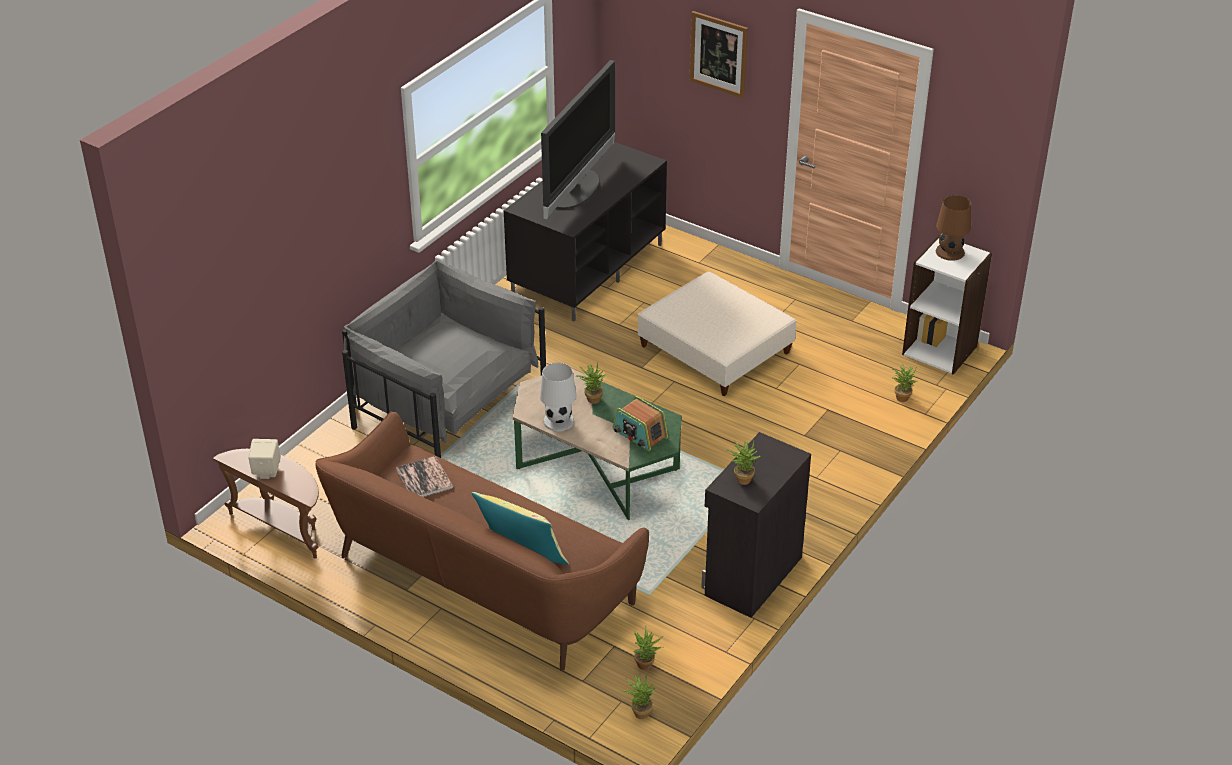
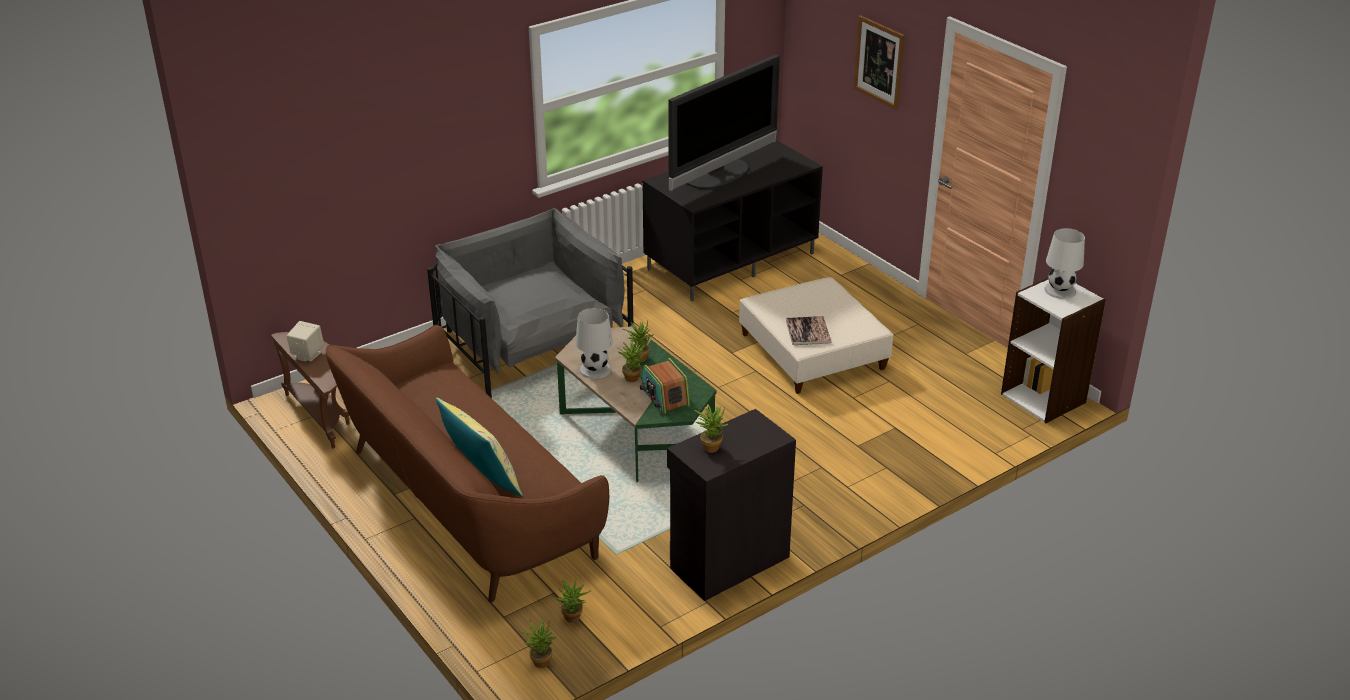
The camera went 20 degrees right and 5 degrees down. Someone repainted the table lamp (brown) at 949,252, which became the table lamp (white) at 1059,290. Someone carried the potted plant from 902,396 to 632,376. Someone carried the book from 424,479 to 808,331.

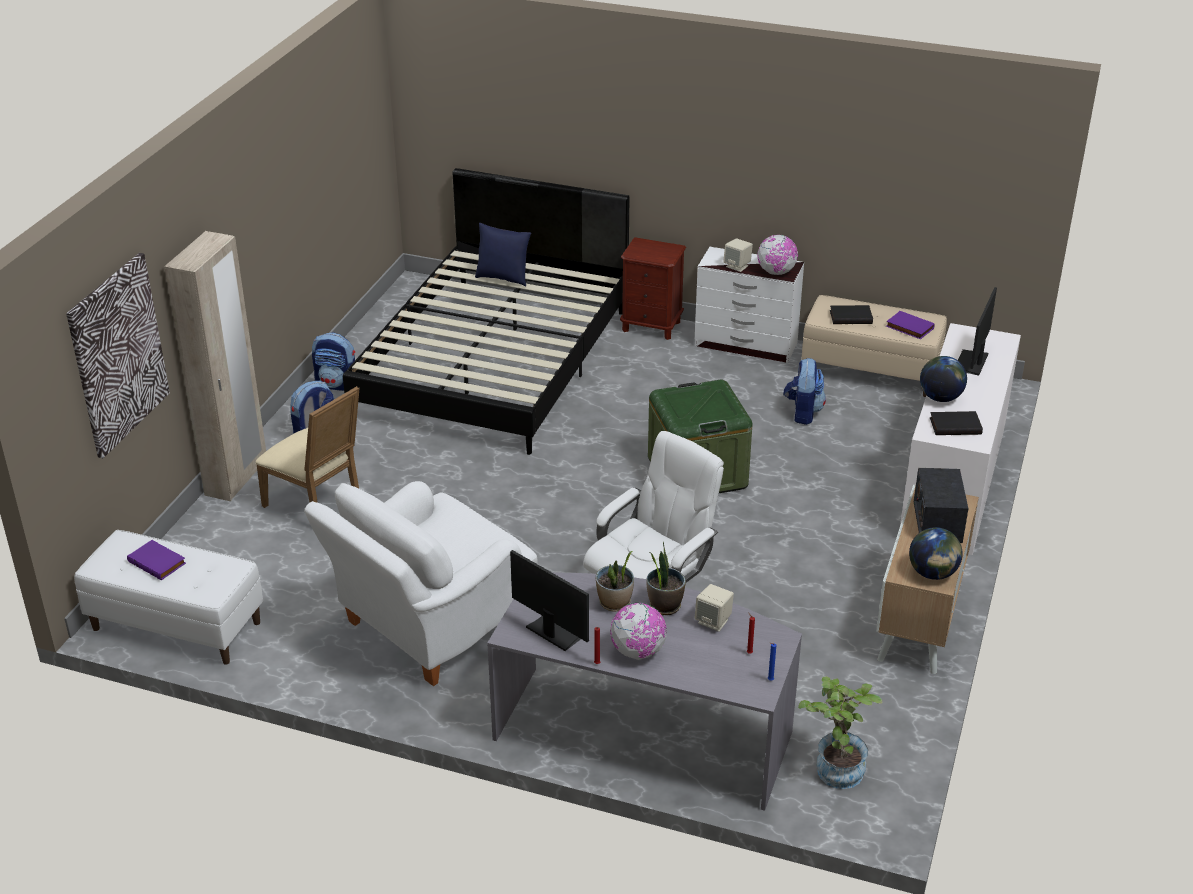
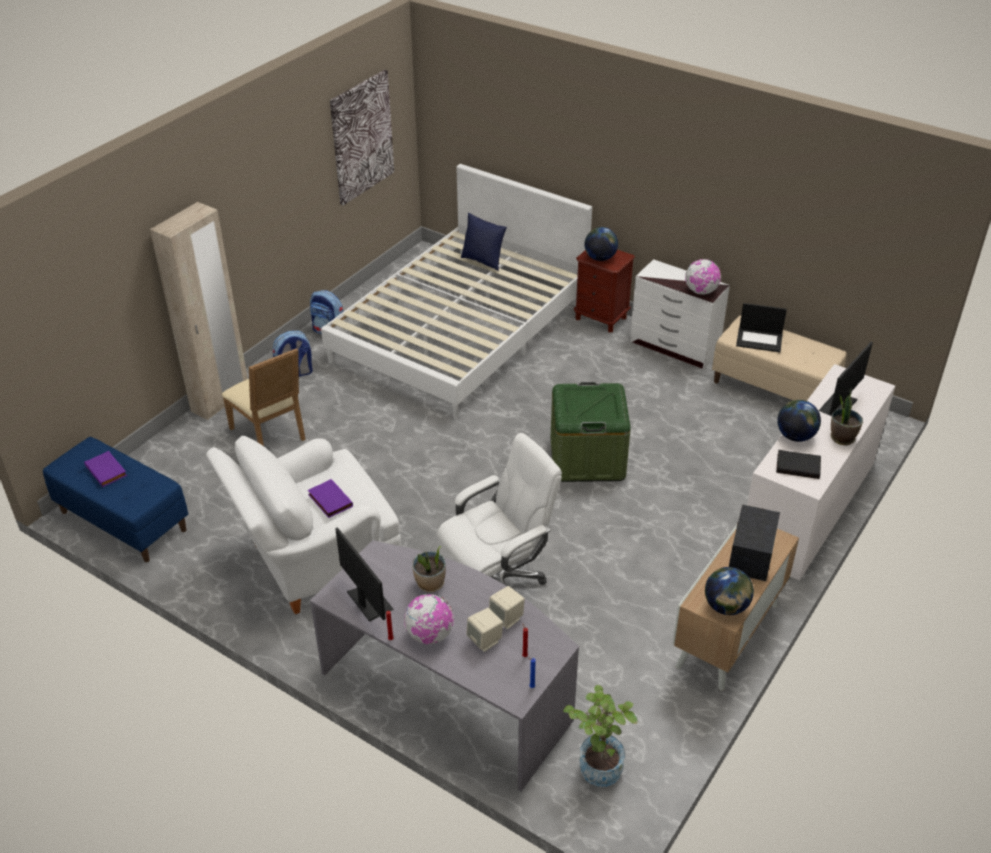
The camera went 15 degrees right and 5 degrees up. Someone repainted the bed (black) at 495,362, which became the bed (white) at 461,331. Someone carried the speaker (beige) from 737,266 to 485,640. Someone carried the picture from 118,355 to 362,137. Someone swapped the book (black) at 851,316 for the laptop at 759,340. Someone carried the book (purple) from 909,328 to 329,501. Someone took away the backpack at 802,412. Someone repainted the bench (white) at 175,626, which became the bench (blue) at 122,521. Someone carried the potted plant from 664,605 to 842,438. Someone put down the globe at 600,258.

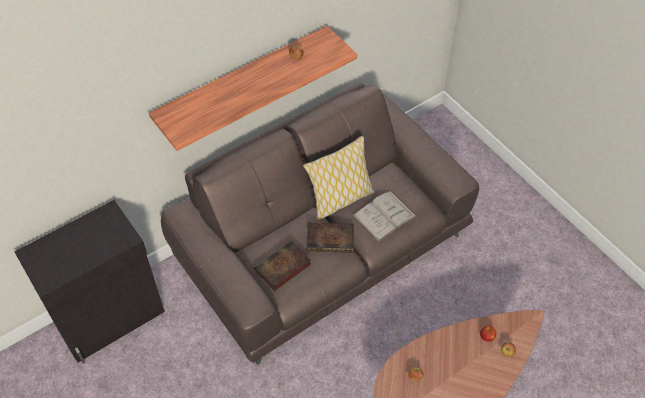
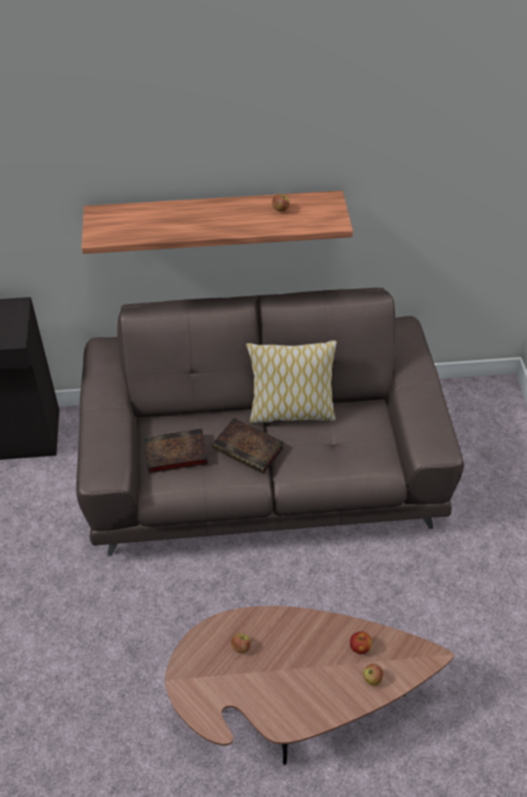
The camera went 30 degrees right and 5 degrees down. Someone took away the book (white) at 384,216.

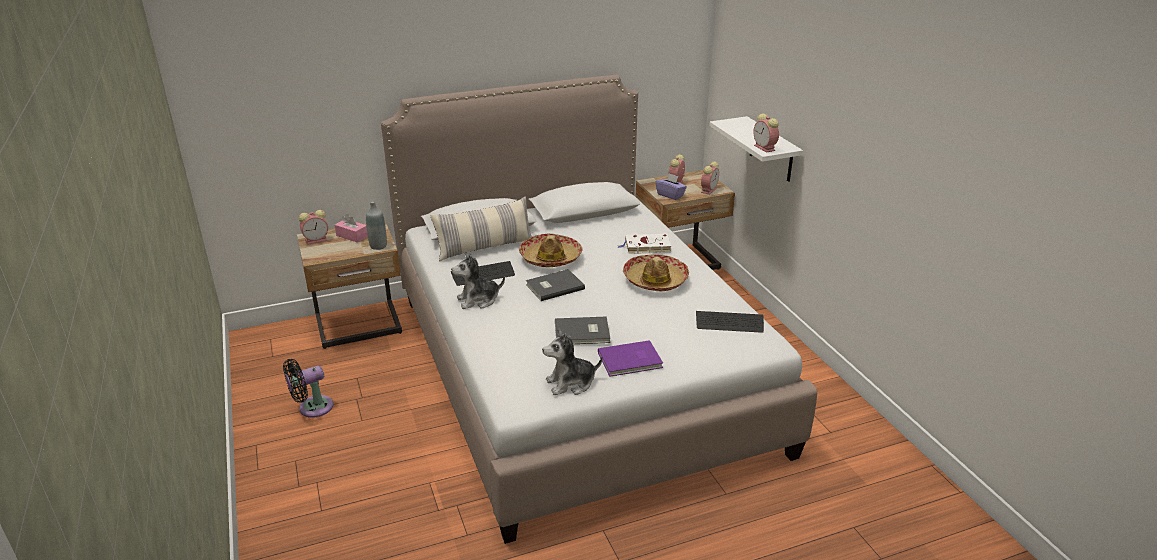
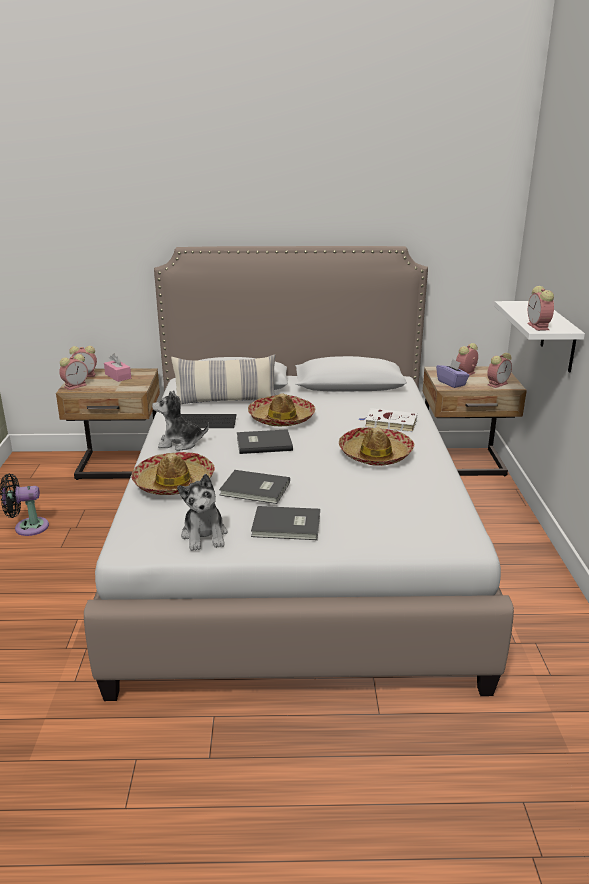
The camera went 20 degrees right and 5 degrees down. Someone took away the bottle (grey) at 378,246. Someone took away the keyboard at 729,323. Someone rotated the plush toy at 571,383 by 105 degrees counterclockwise. Someone repainted the book (purple) at 631,361, which became the book (grey) at 287,526. Someone put down the alarm clock at 76,386. Someone put down the hat at 174,483.

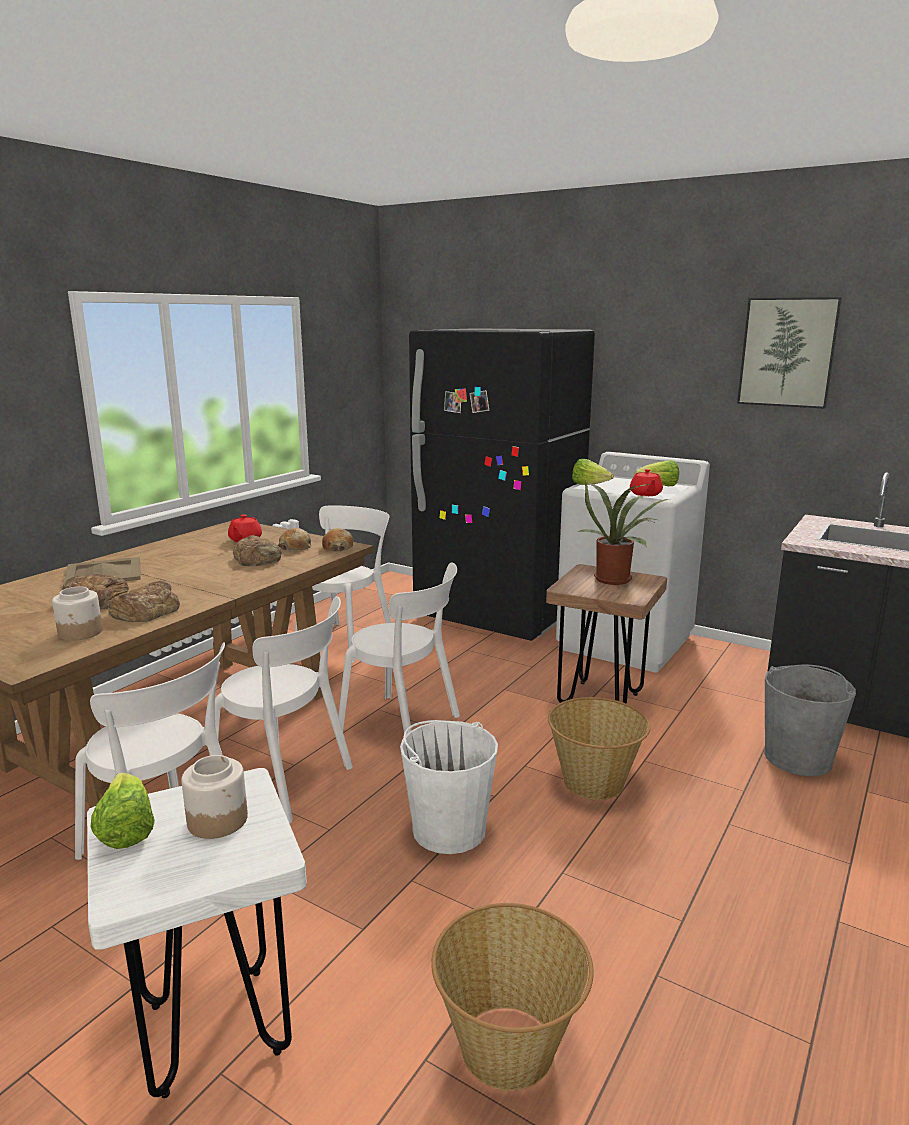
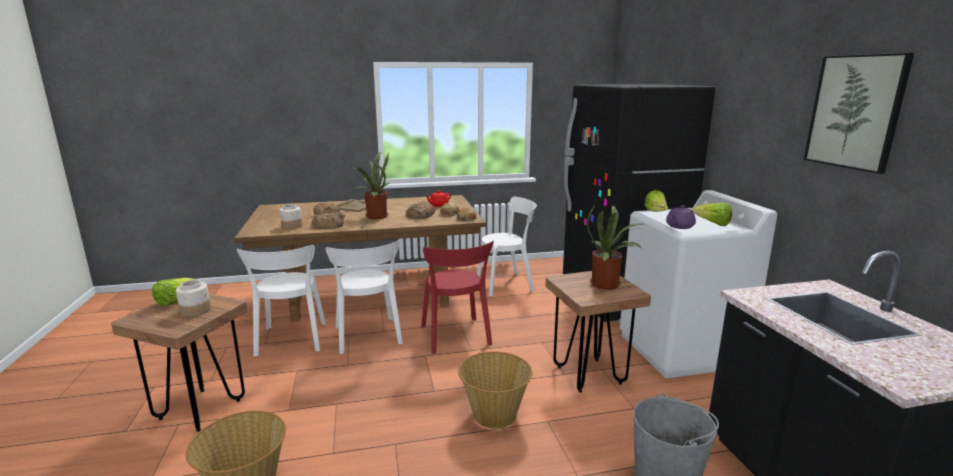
The camera went 45 degrees right and 0 degrees up. Someone repainted the teapot (red) at 645,494, which became the teapot (purple) at 679,226. Someone repainted the chair (white) at 404,726, which became the chair (red) at 456,337. Someone took away the bucket (white) at 448,829. Someone repainted the stool (white) at 214,1028, which became the stool (brown) at 200,409. Someone put down the potted plant at 374,216.

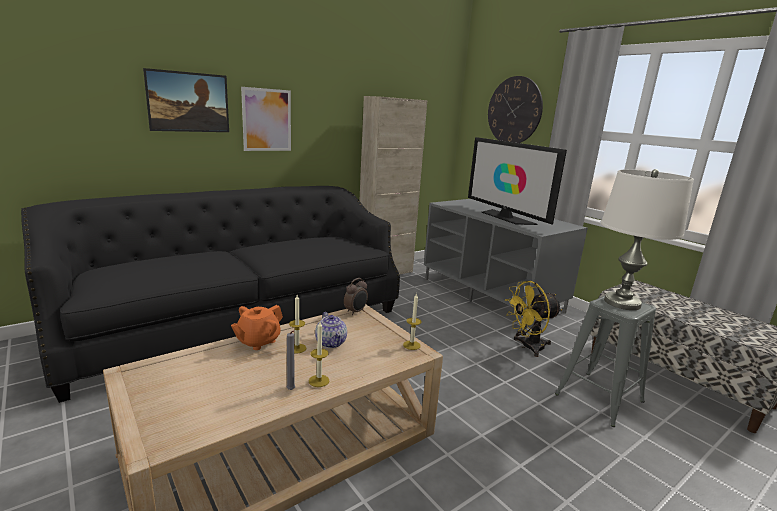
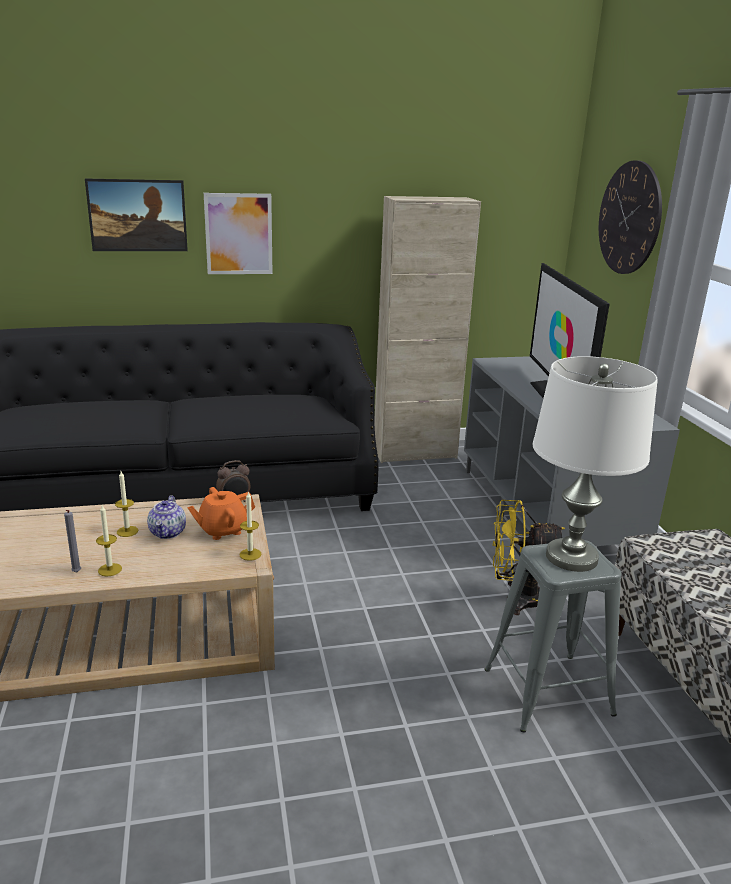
The camera went 25 degrees right and 5 degrees up. Someone carried the teapot (orange) from 258,341 to 222,530.

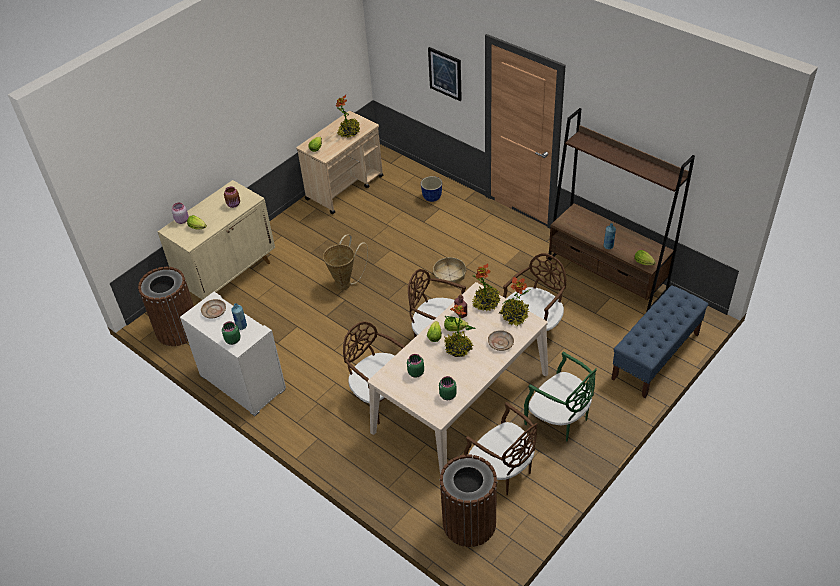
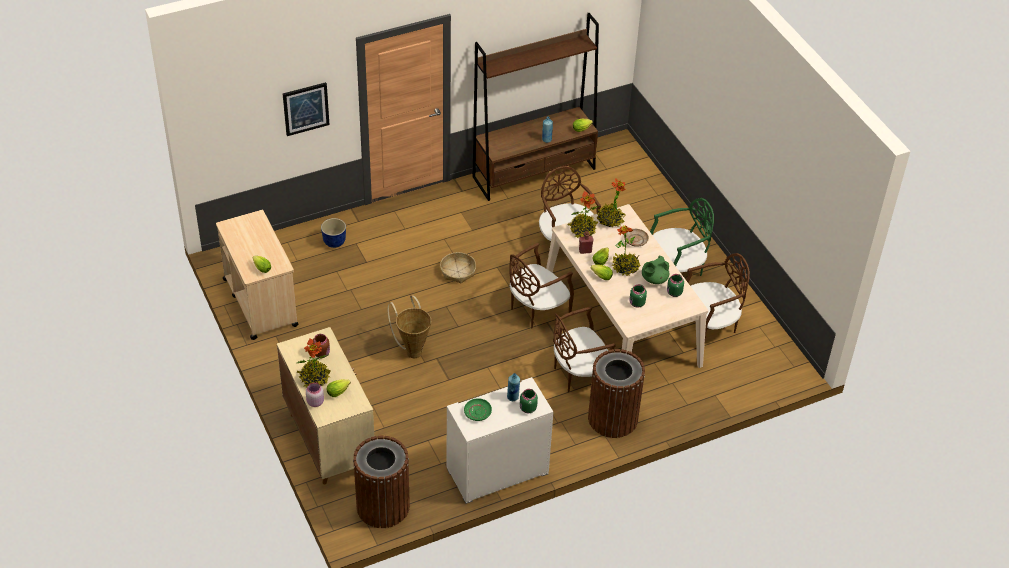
The camera went 70 degrees left and 0 degrees up. Someone carried the potted plant from 349,132 to 314,379. Someone took away the bench (blue) at 655,356. Someone repainted the plate (beige) at 214,311, which became the plate (green) at 478,412. Someone carried the trash can (brown) from 469,523 to 613,418. Someone put down the teapot (green) at 654,279.

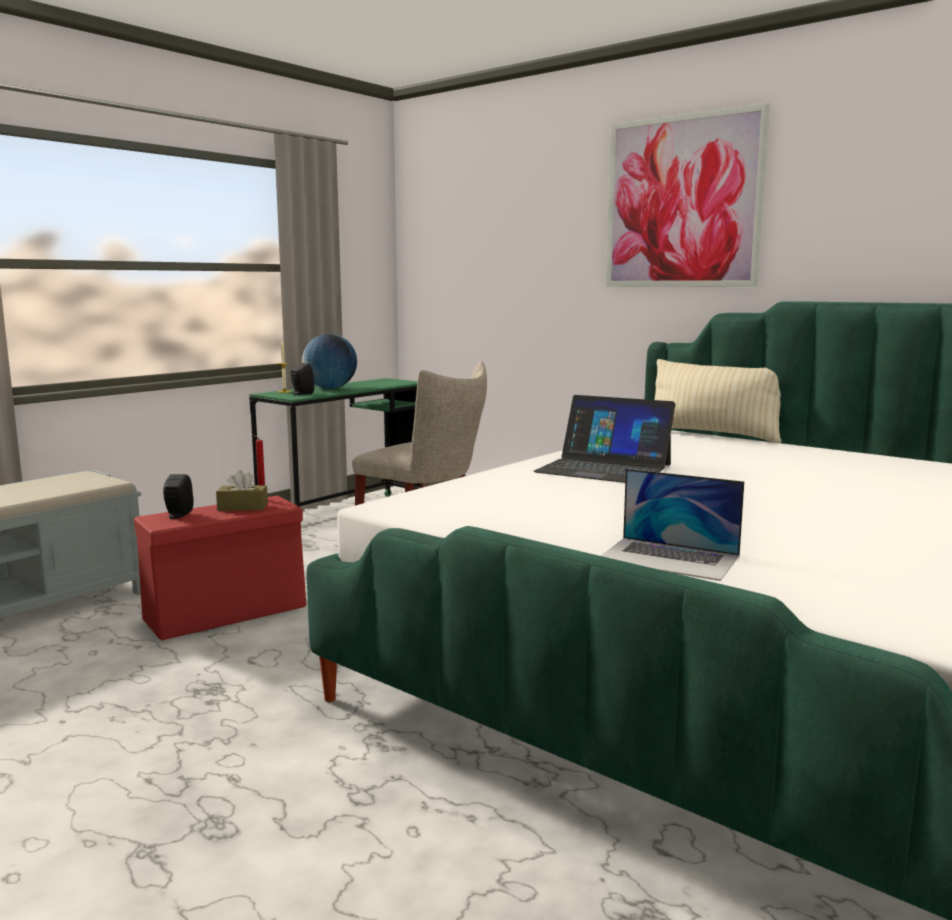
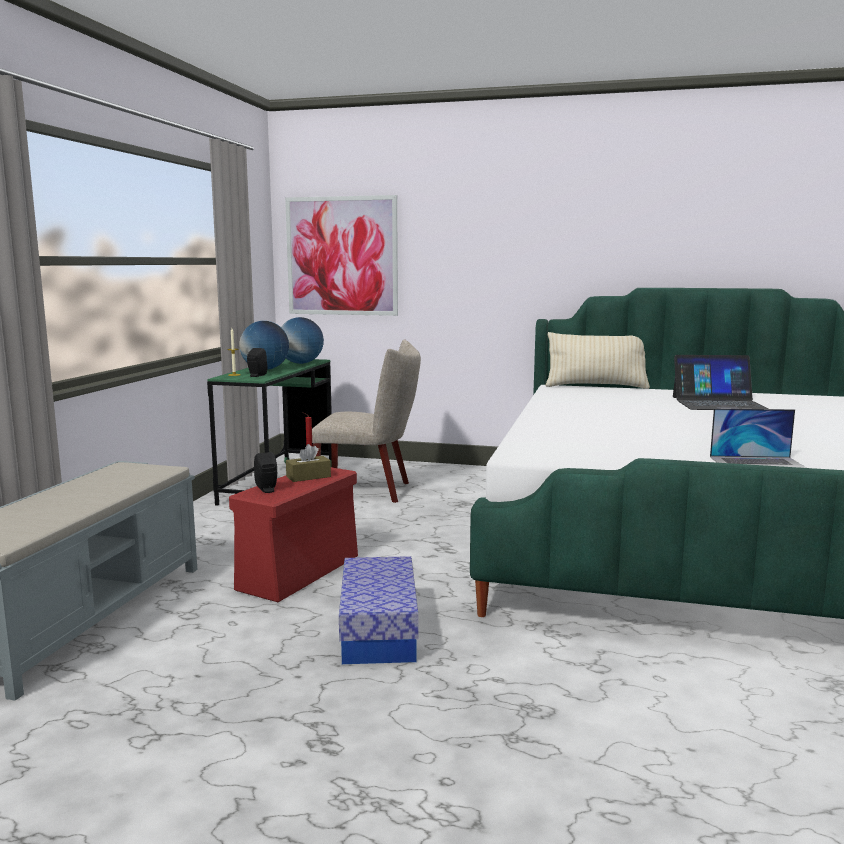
The camera went 25 degrees left and 0 degrees up. Someone carried the picture from 682,202 to 342,256. Someone carried the laptop from 604,468 to 718,403. Someone put down the globe at 301,363. Someone put down the storage box at 379,630.

